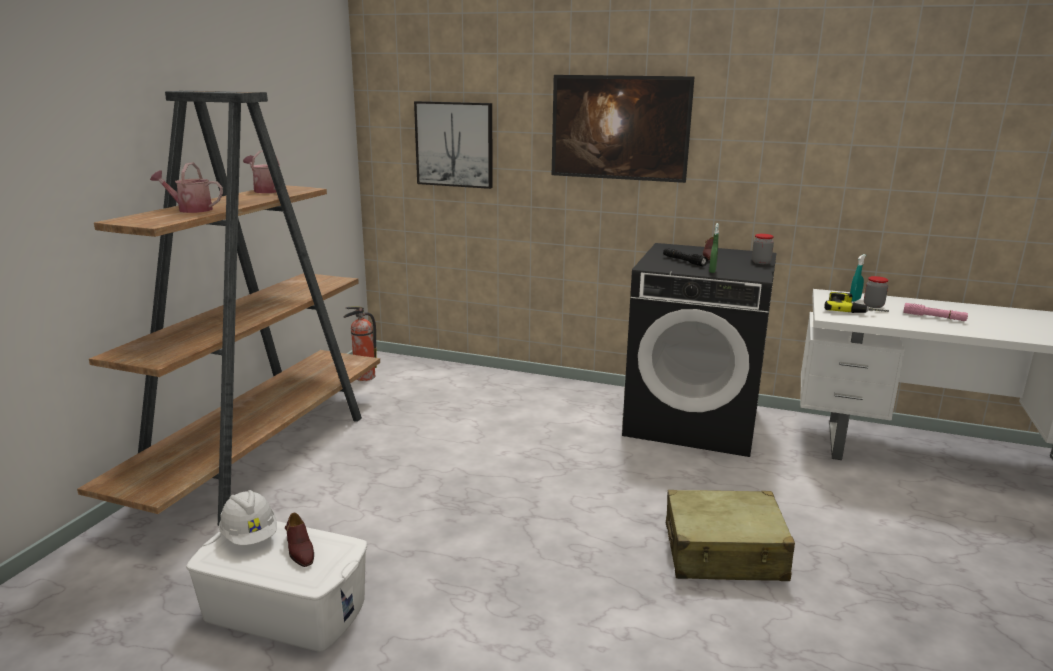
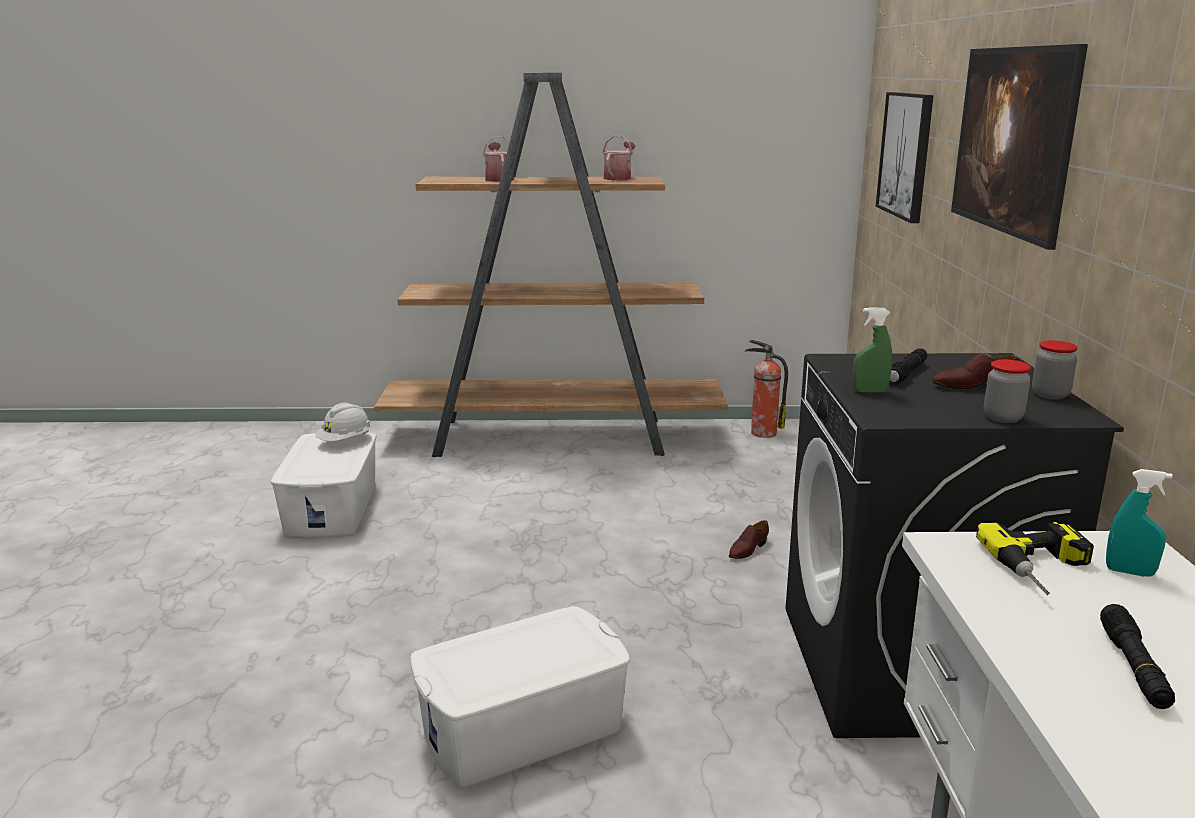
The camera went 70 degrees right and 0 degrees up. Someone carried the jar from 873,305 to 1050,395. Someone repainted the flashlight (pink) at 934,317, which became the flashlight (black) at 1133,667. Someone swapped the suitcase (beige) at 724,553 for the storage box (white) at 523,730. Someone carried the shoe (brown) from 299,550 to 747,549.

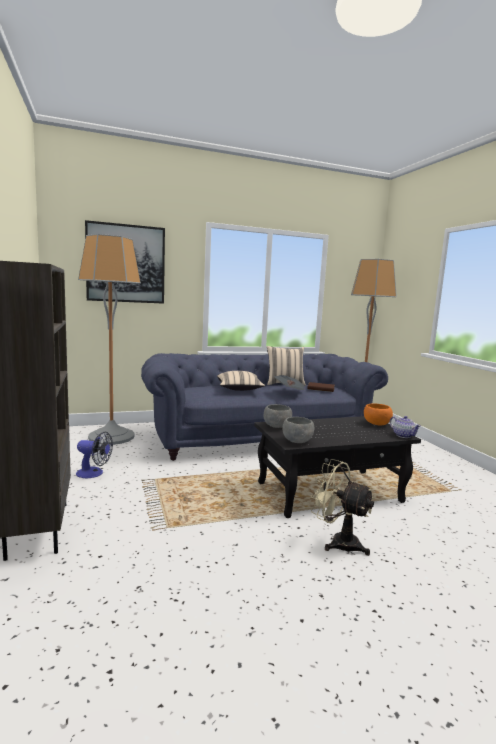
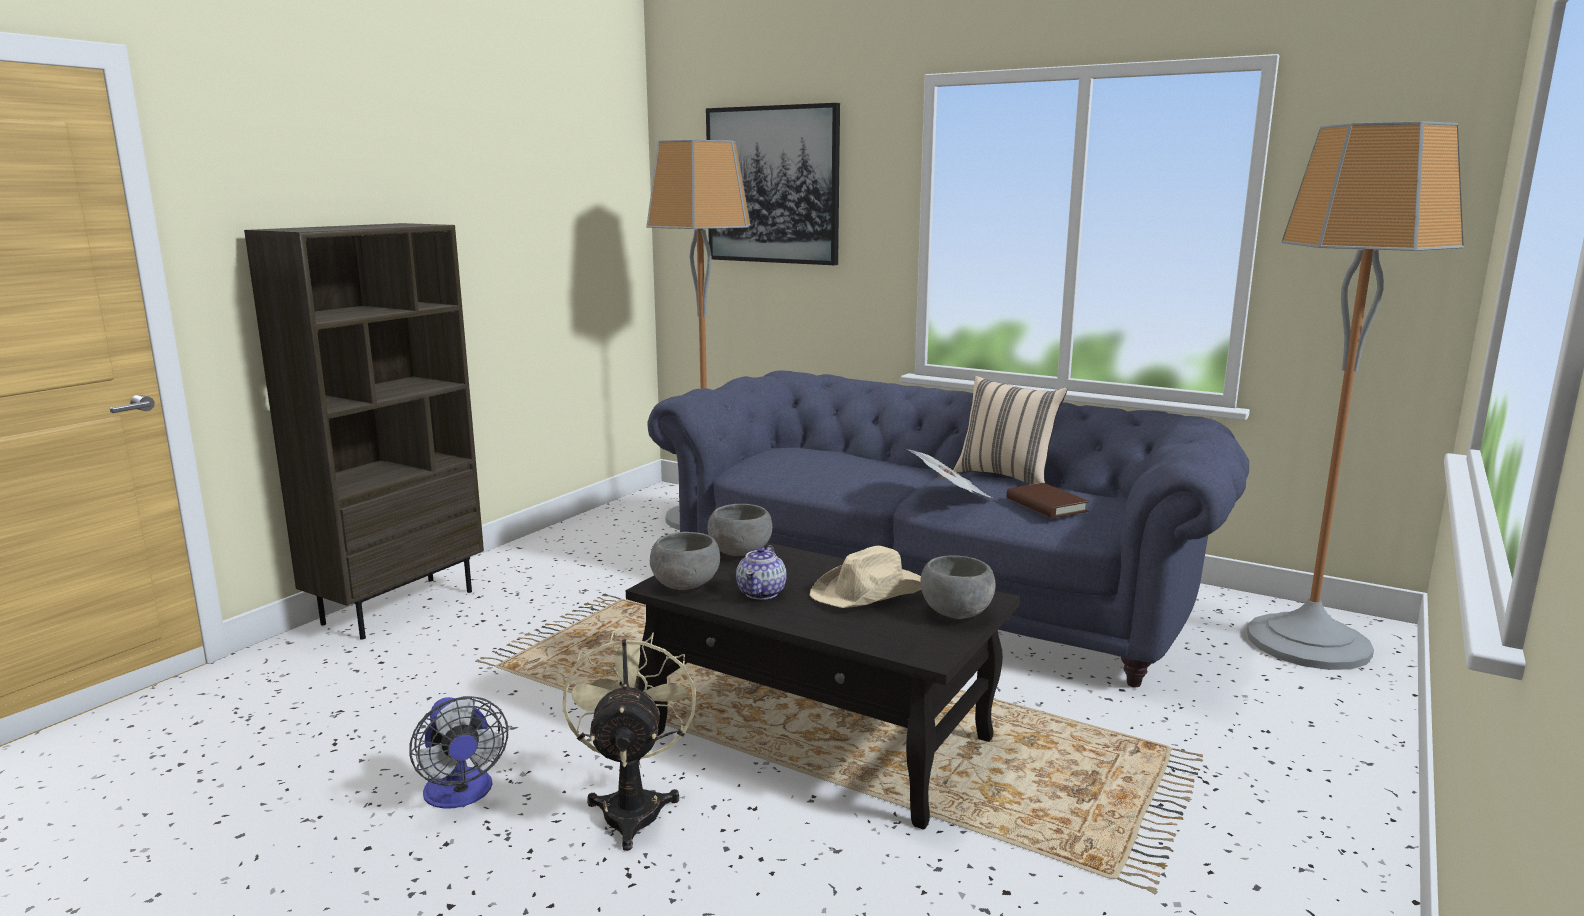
The camera went 50 degrees right and 5 degrees up. Someone took away the pillow (beige) at 239,389. Someone repainted the bowl (orange) at 376,424, which became the bowl (grey) at 956,613. Someone carried the teapot from 403,435 to 762,592. Someone carried the fan from 94,473 to 461,795. Someone put down the hat (beige) at 872,592.

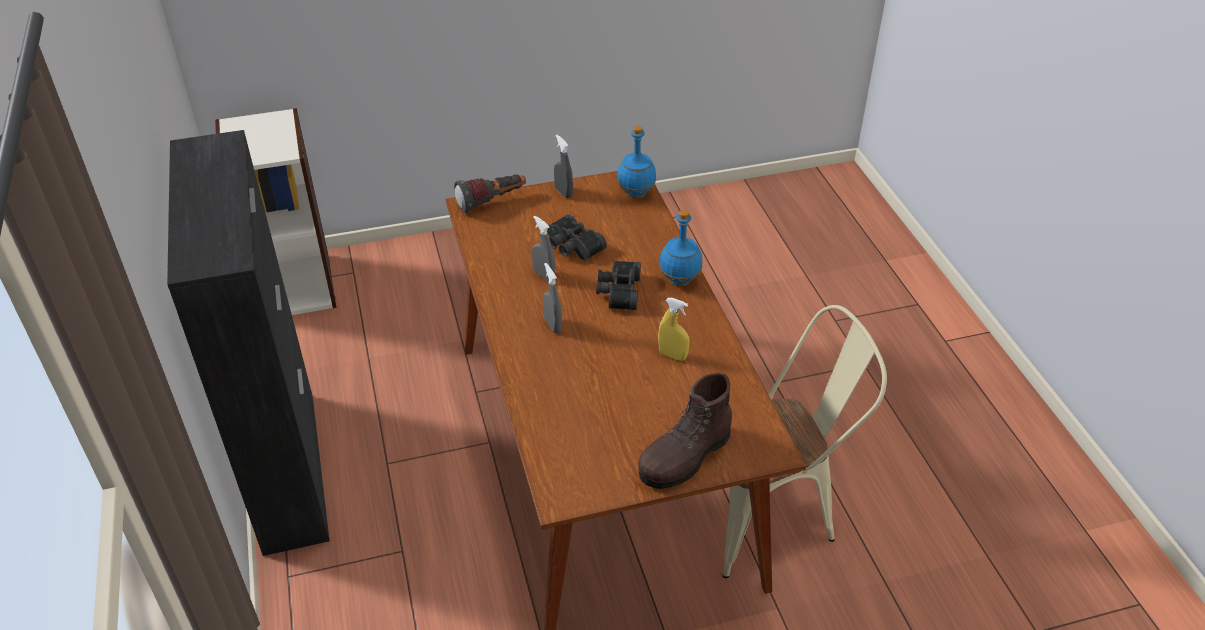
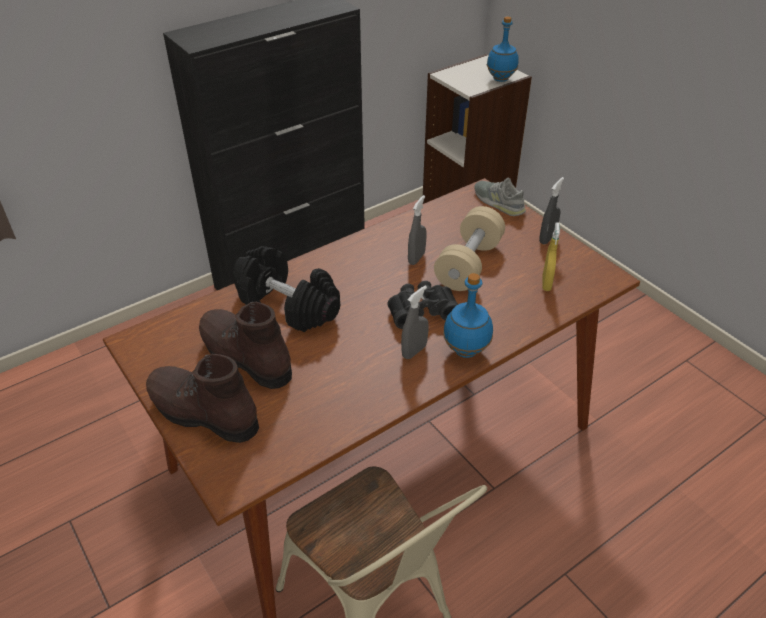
The camera went 70 degrees right and 0 degrees up. Someone carried the bottle (blue) from 635,193 to 501,79. Someone swapped the flashlight at 492,202 for the shoe (grey) at 498,202. Someone swapped the binoculars (black) at 571,247 for the dumbbell (beige) at 468,264. Someone carried the spray bottle (grey) from 552,325 to 414,351. Someone carried the spray bottle (yellow) from 672,355 to 546,283. Someone put down the dumbbell (black) at 288,305. Someone put down the boot (brown) at 245,358.

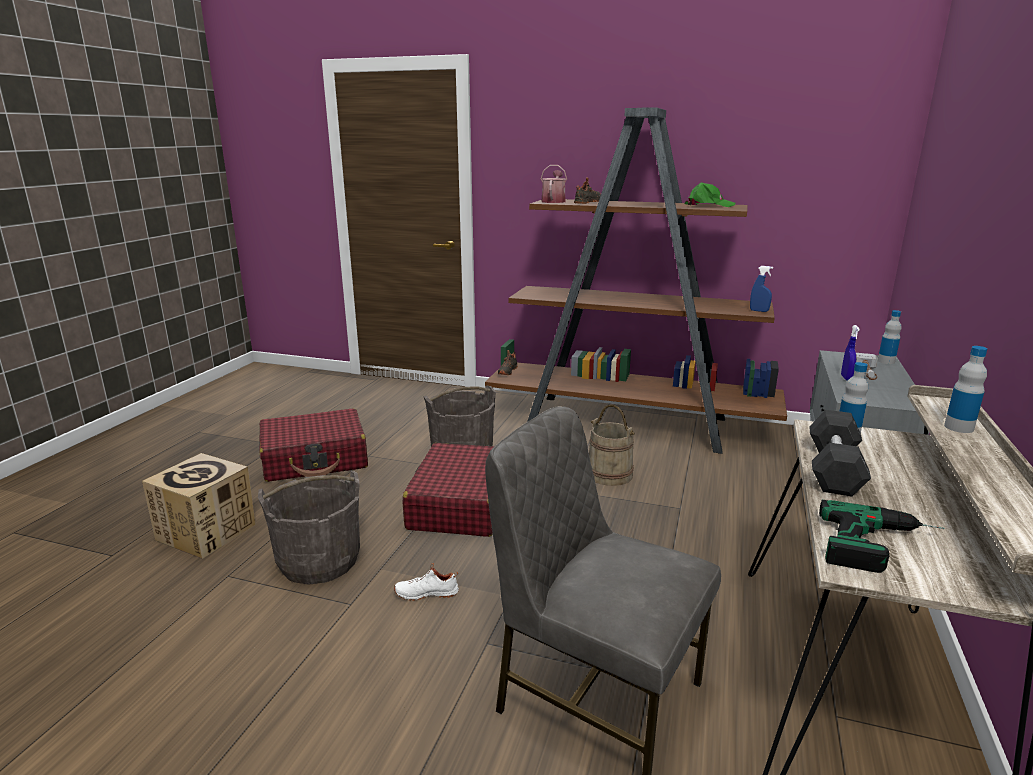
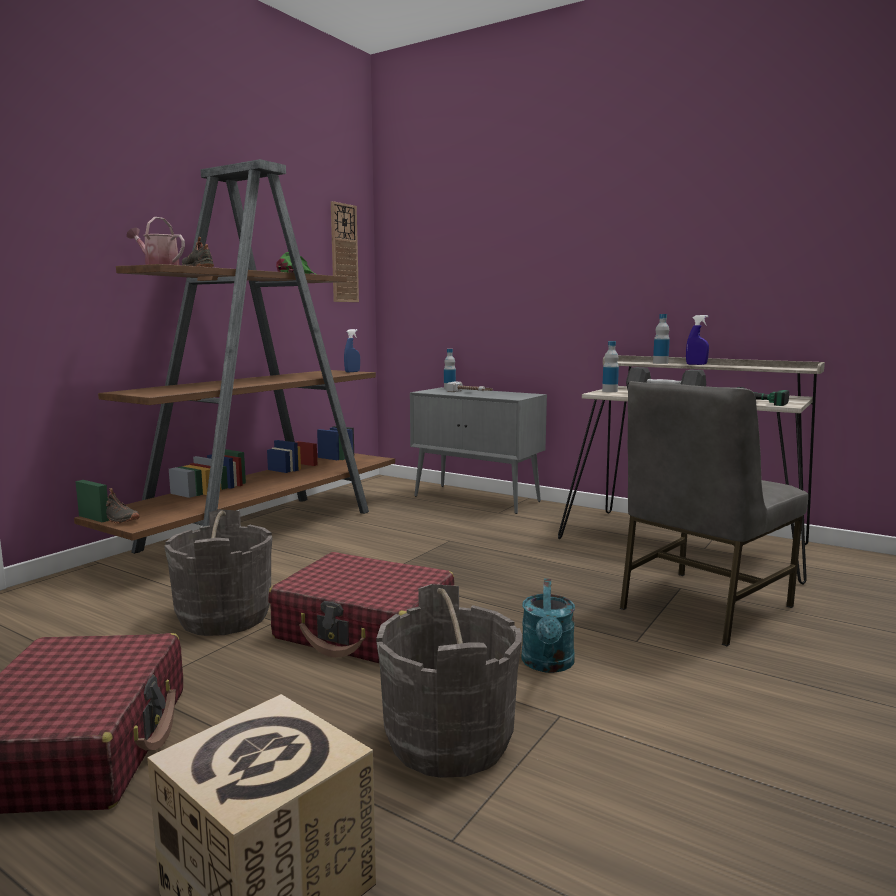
The camera went 75 degrees left and 10 degrees down. Someone carried the spray bottle (blue) from 846,378 to 696,364. Someone took away the bucket (beige) at 610,474. Someone swapped the shoe (white) at 427,592 for the watering can (turquoise) at 548,664. Someone put up the wall clock at 344,253.

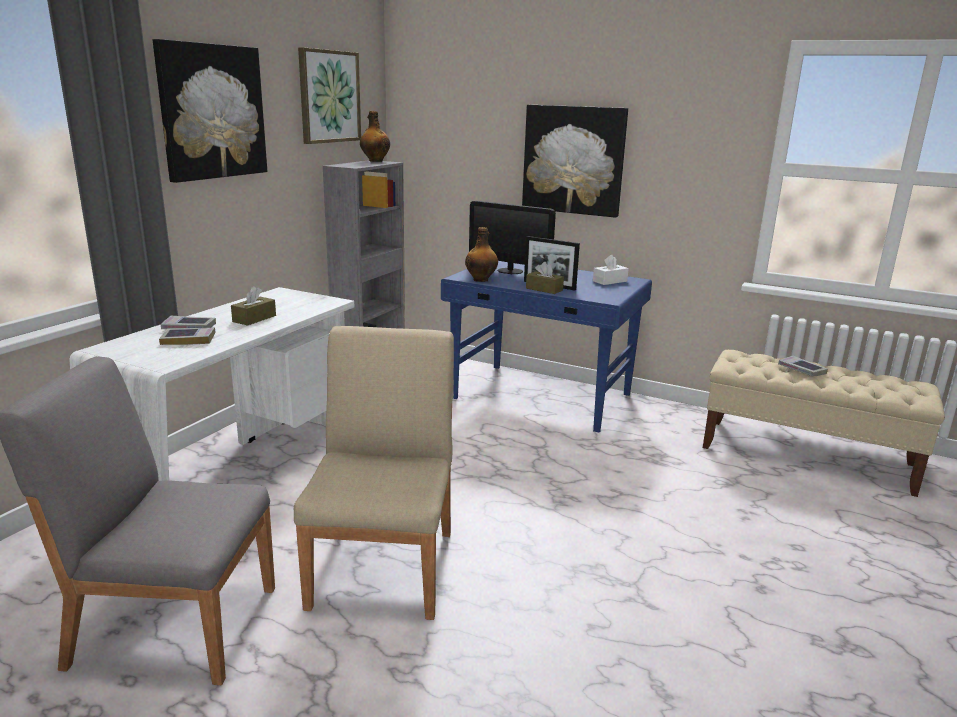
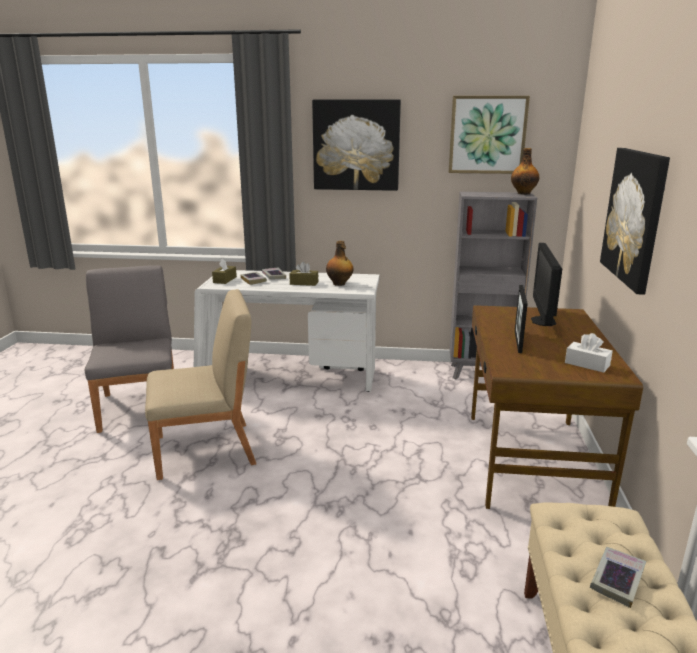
The camera went 70 degrees right and 0 degrees up. Someone carried the bottle from 481,280 to 339,284. Someone repainted the desk (blue) at 542,397, which became the desk (brown) at 530,460. Someone carried the tissue box (brown) from 544,289 to 225,280.

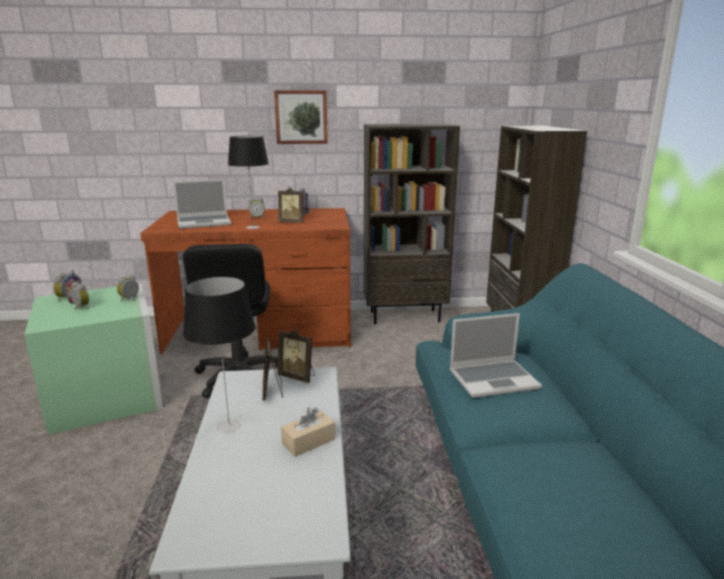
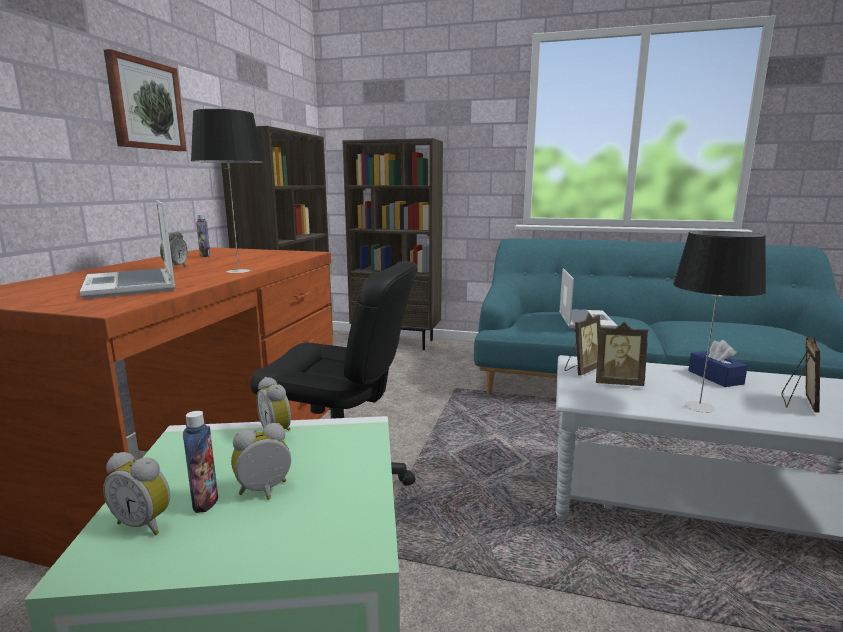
The camera went 70 degrees left and 5 degrees down. Someone rotated the laptop at 204,222 by 150 degrees clockwise. Someone carried the picture frame from 292,222 to 798,403. Someone repainted the tissue box (beige) at 308,441, which became the tissue box (blue) at 715,377.

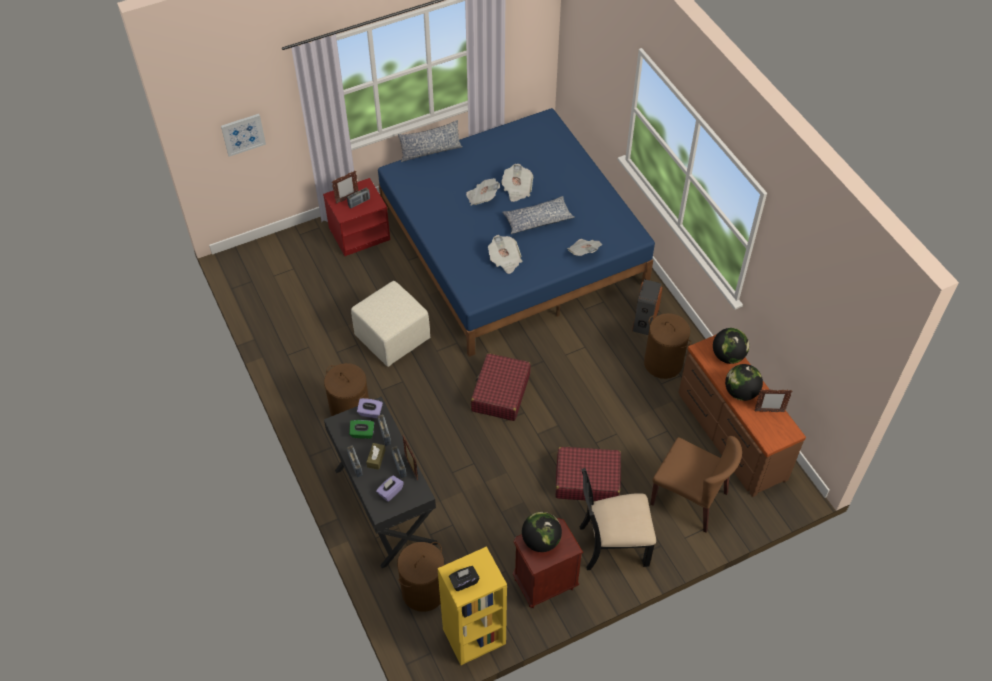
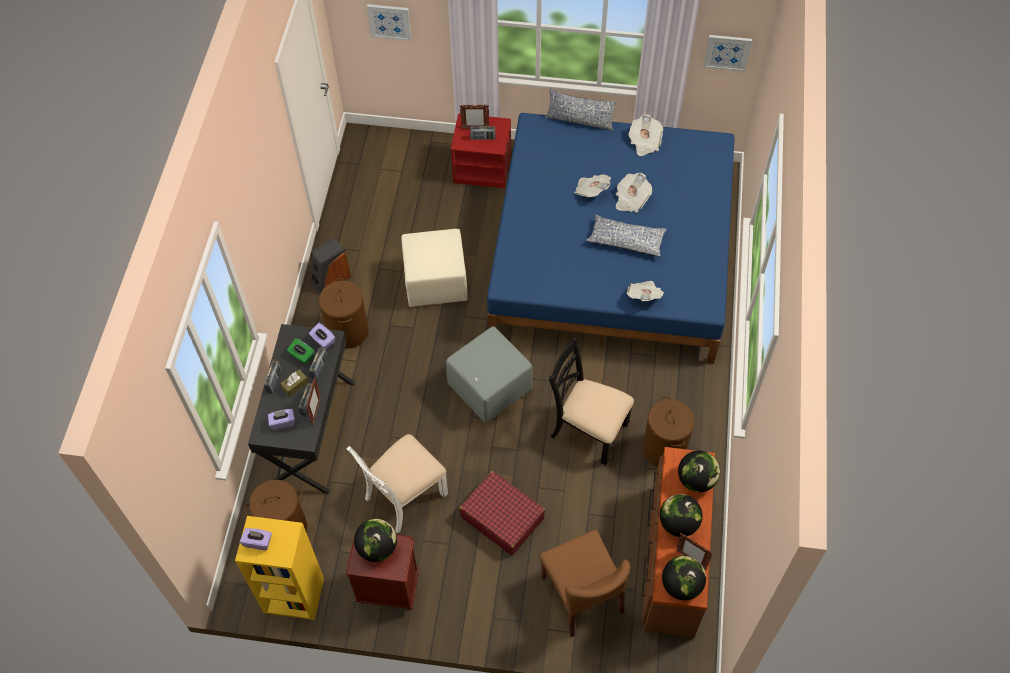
The camera went 35 degrees right and 5 degrees up. Someone carried the newspaper from 505,260 to 644,142. Someone carried the speaker from 644,320 to 330,279. Someone swapped the suitcase (red) at 500,393 for the ottoman (grey) at 489,388. Someone carried the chair (black) from 612,545 to 588,430. Someone repainted the tissue box (black) at 464,582, which became the tissue box (purple) at 258,542. Someone put up the picture at 727,52. Someone put down the chair (white) at 404,496. Someone put down the globe at 681,585.

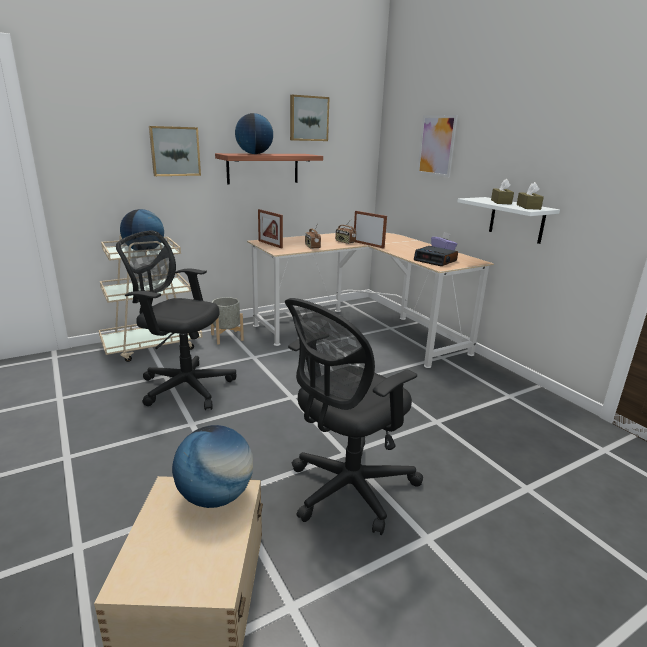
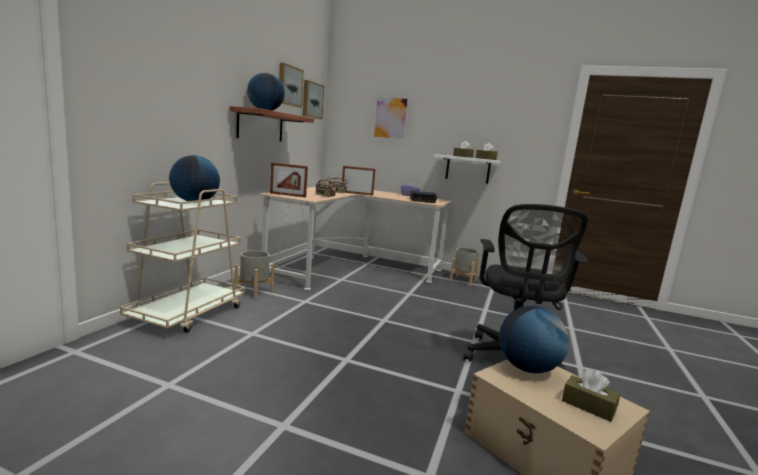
The camera went 40 degrees left and 10 degrees down. Someone carried the picture from 175,151 to 311,100. Someone took away the office chair (black) at 183,386. Someone put down the planter (grey) at 463,280. Someone put down the tissue box (brown) at 588,406.

